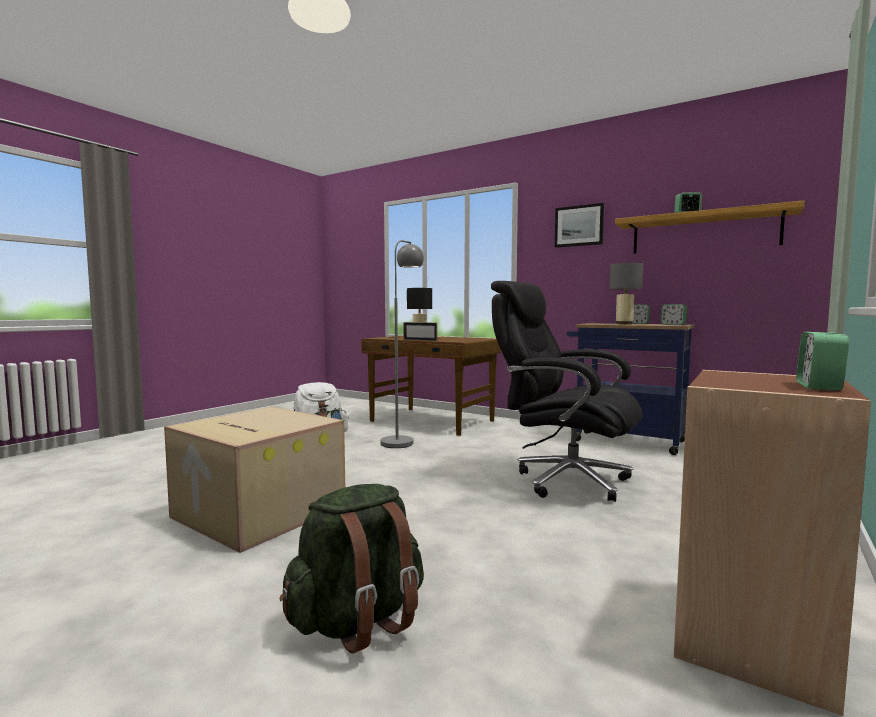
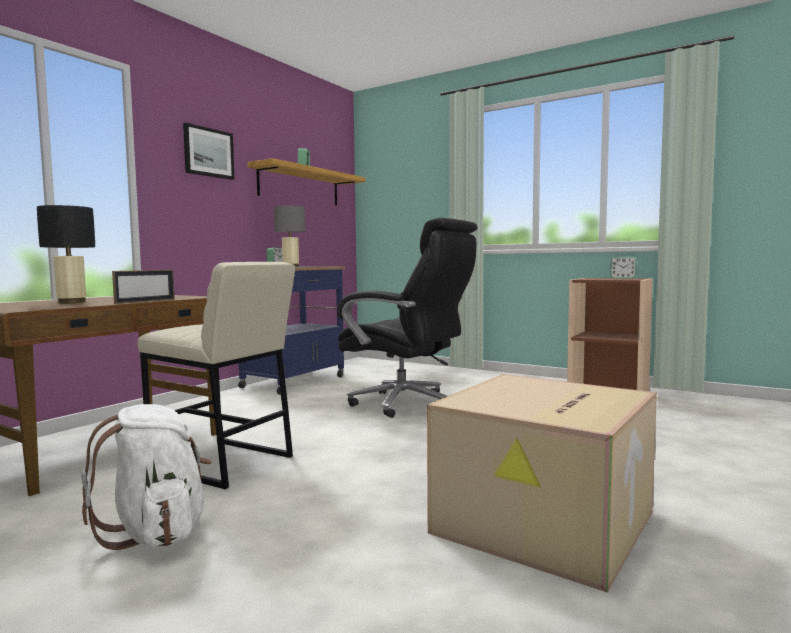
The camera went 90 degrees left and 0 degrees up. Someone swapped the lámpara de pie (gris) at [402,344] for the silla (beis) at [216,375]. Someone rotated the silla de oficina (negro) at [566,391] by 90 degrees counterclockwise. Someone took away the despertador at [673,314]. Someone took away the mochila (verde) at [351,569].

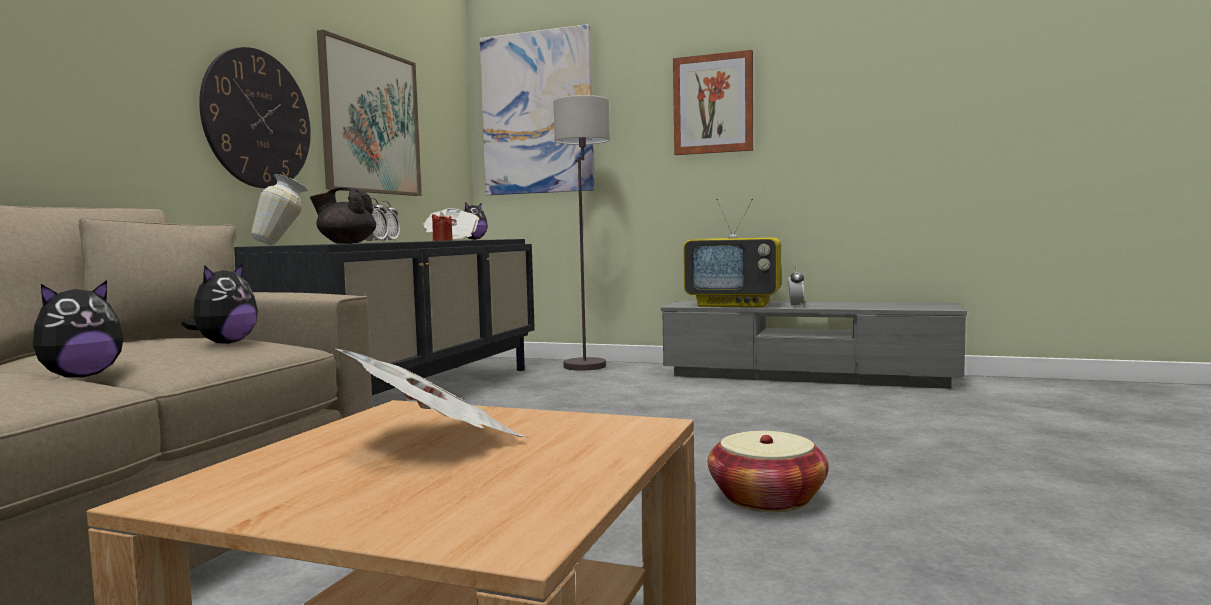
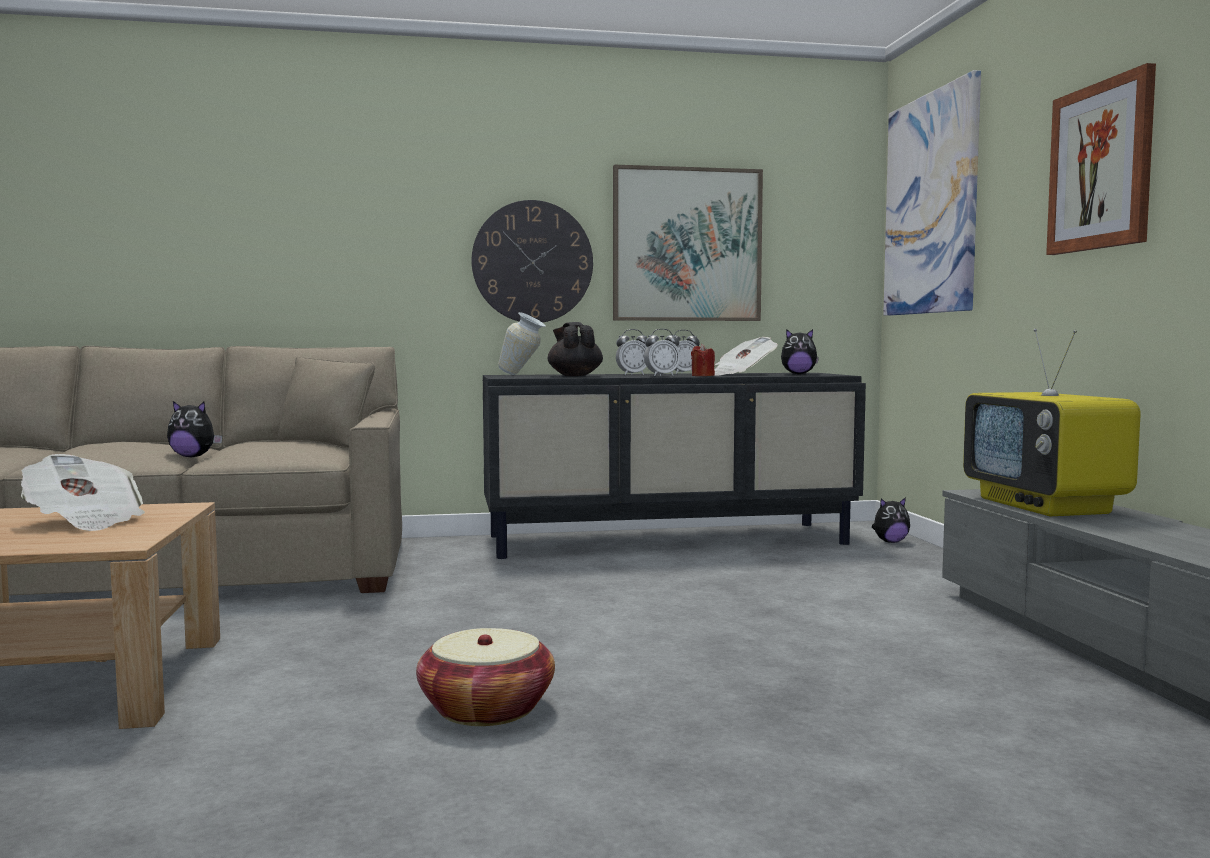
The camera went 60 degrees right and 0 degrees up. Someone took away the lámpara de pie (gris) at [582,233]. Someone carried the peluche from [219,303] to [891,520]. Someone carried the despertador from [796,287] to [662,352].

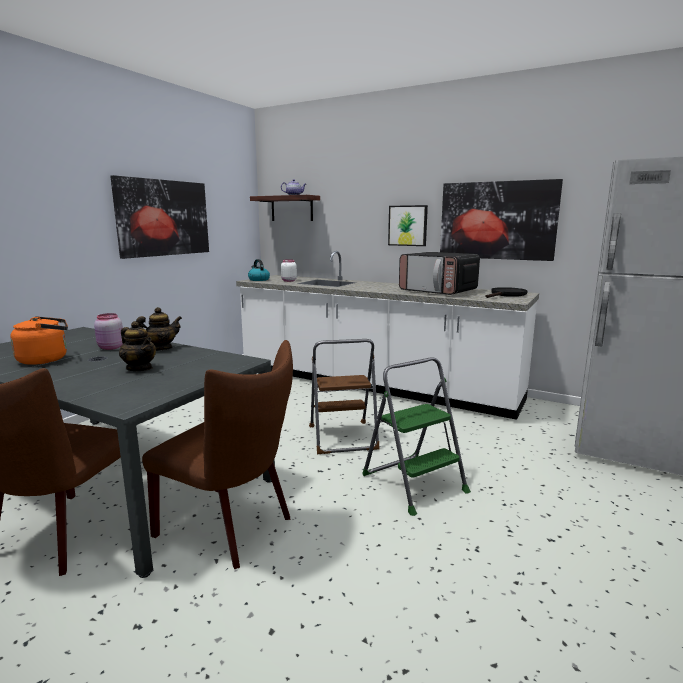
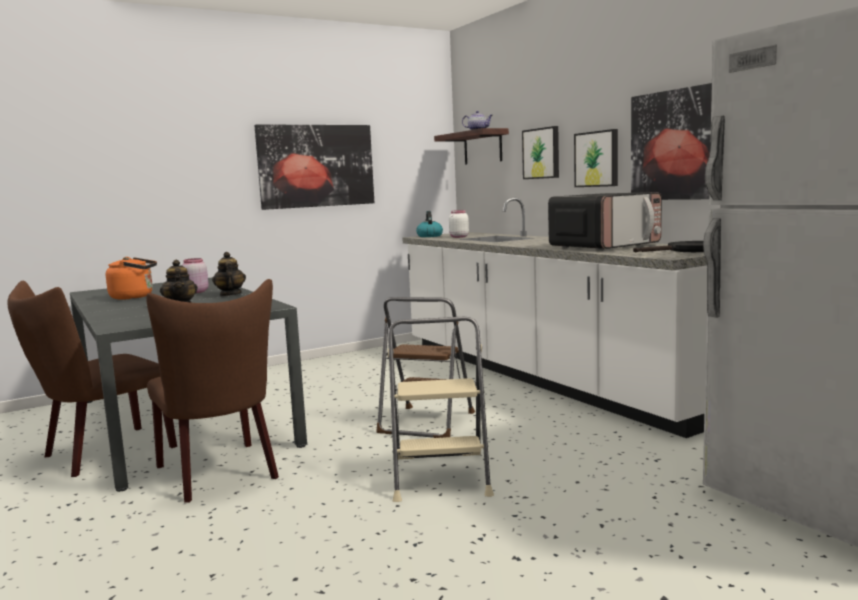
The camera went 30 degrees right and 5 degrees down. Someone rotated the microondas at [439,273] by 105 degrees counterclockwise. Someone rotated the tetera at [159,328] by 105 degrees counterclockwise. Someone repainted the escalera de tijera (verde) at [416,436], which became the escalera de tijera (beis) at [440,409]. Someone put up the cuadro at [540,152].

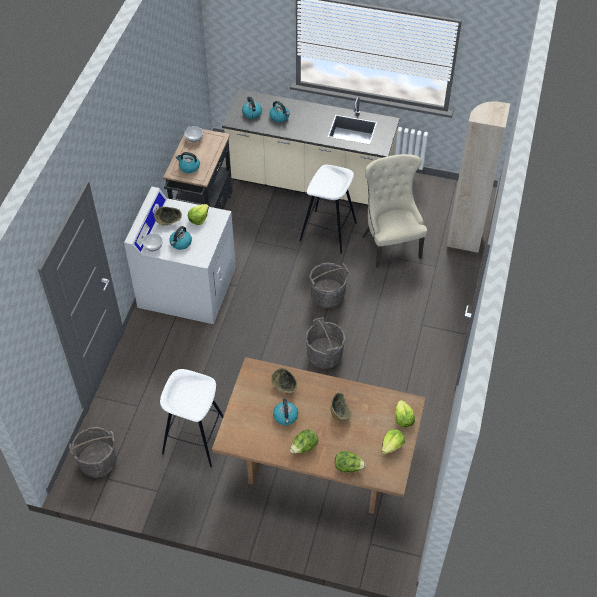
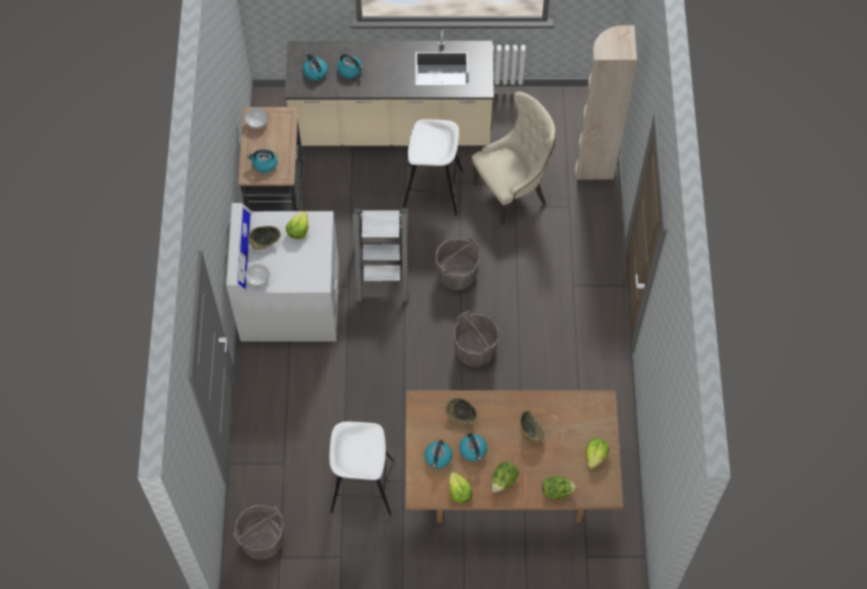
The camera went 15 degrees left and 10 degrees up. Someone rotated the silla (beis) at [394,211] by 90 degrees clockwise. Someone carried the hervidor from [181,238] to [438,454]. Someone carried the lechuga from [405,414] to [461,487]. Someone put down the escalera de tijera (gris) at [381,255].

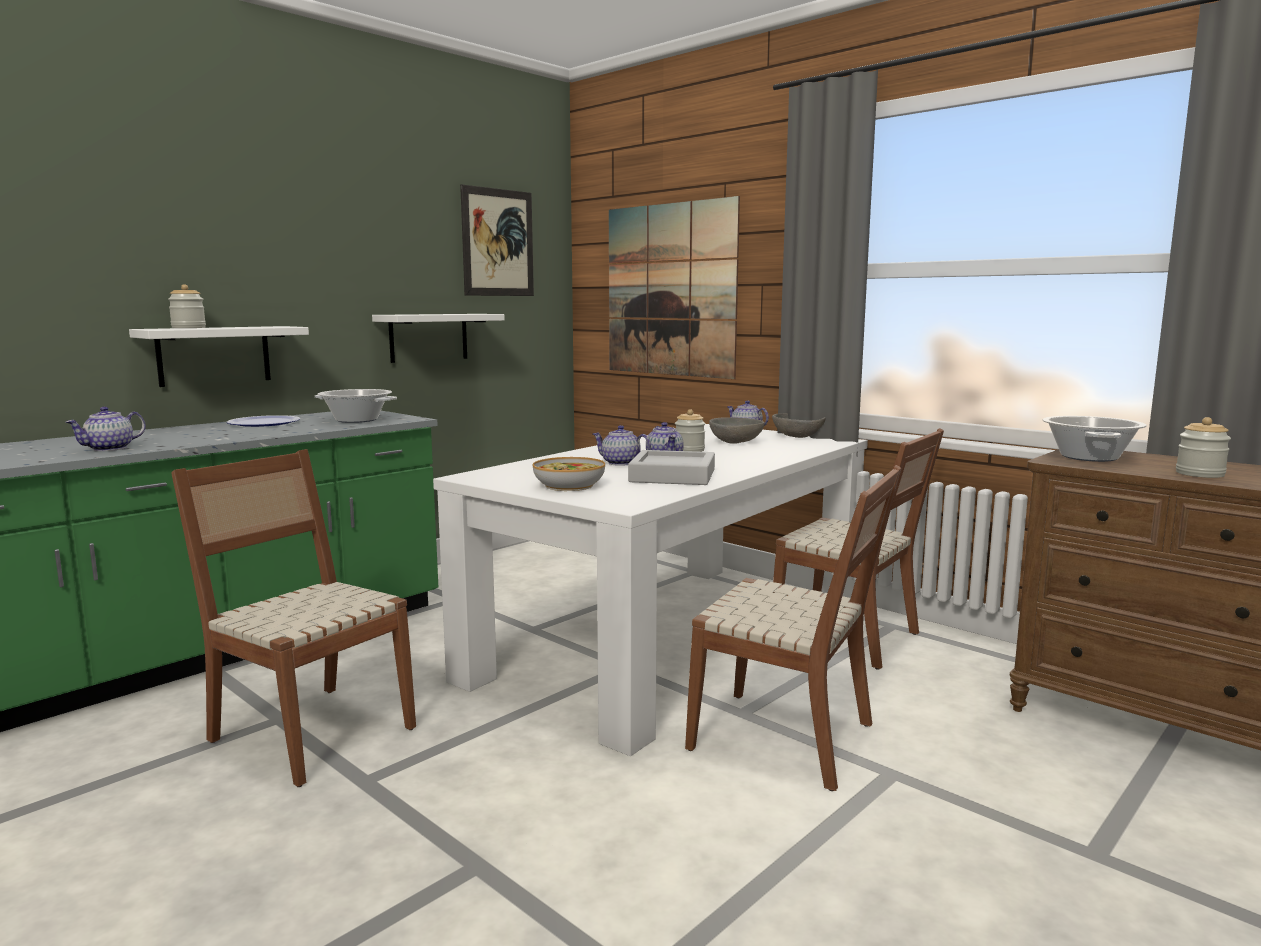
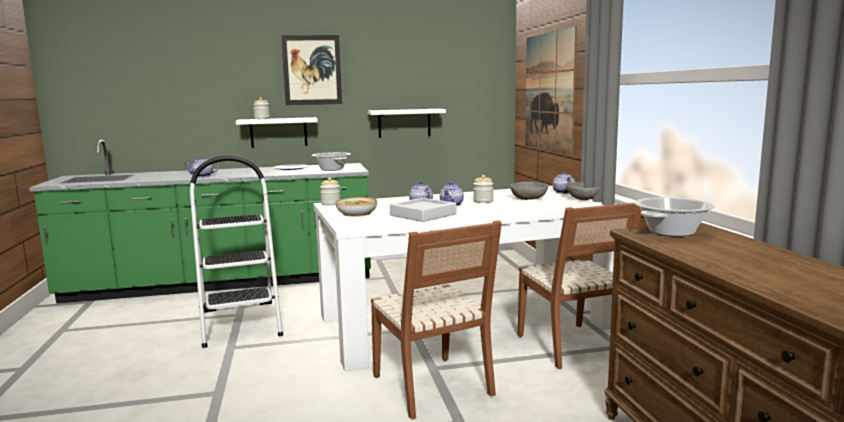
The camera went 35 degrees right and 0 degrees up. Someone carried the cuadro from [497,240] to [311,70]. Someone carried the tarro from [1203,447] to [330,191]. Someone swapped the silla at [293,618] for the escalera de tijera at [236,252].

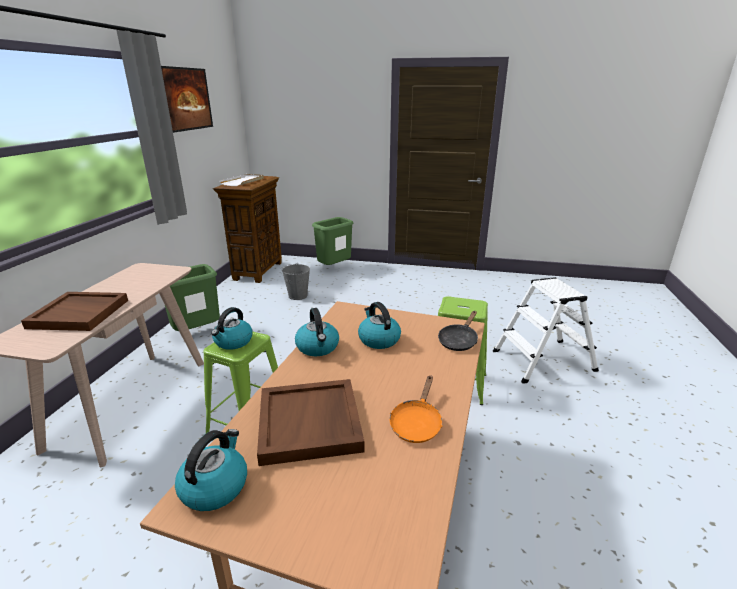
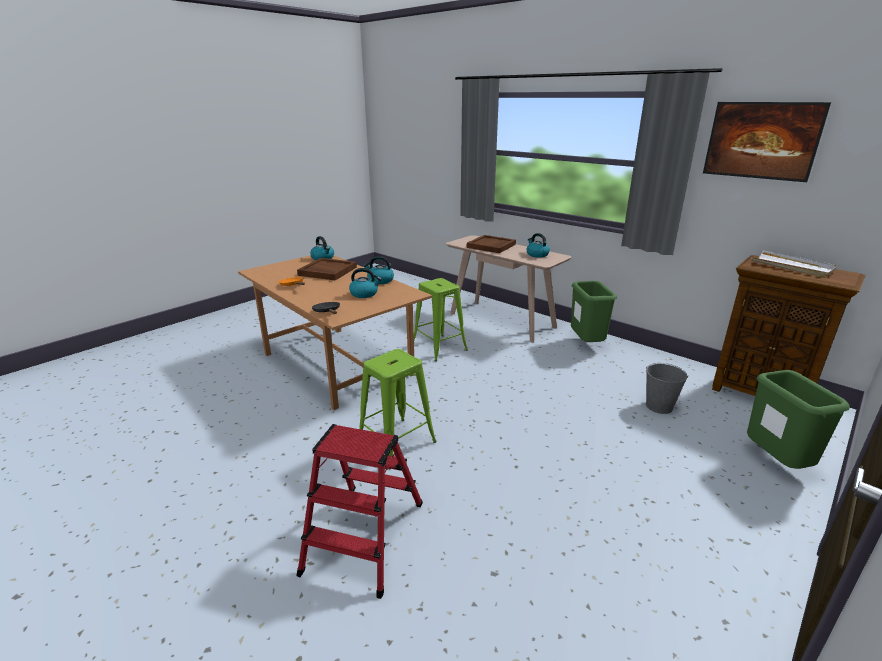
The camera went 120 degrees right and 0 degrees up. Someone repainted the escalera de tijera (blanco) at [546,330], which became the escalera de tijera (rojo) at [360,511]. Someone carried the hervidor from [232,328] to [538,245].

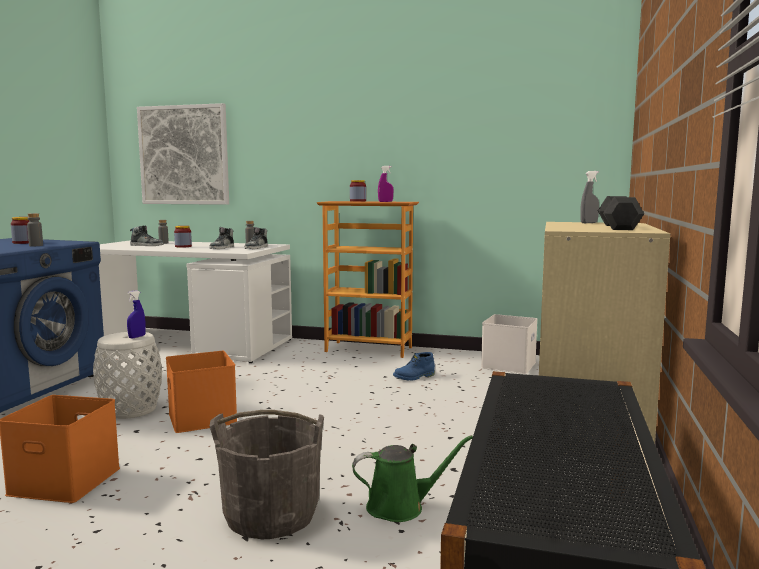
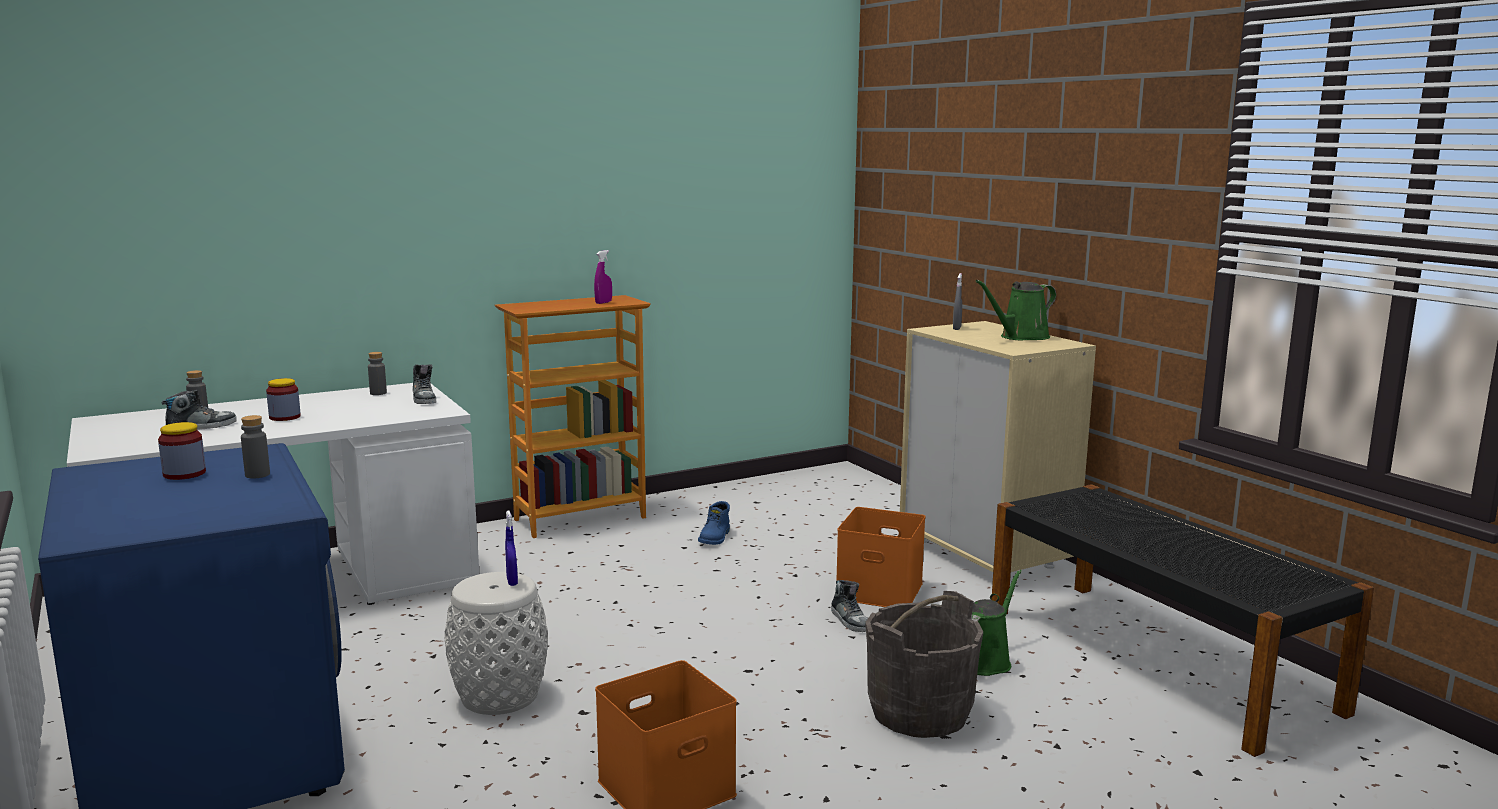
The camera went 45 degrees left and 5 degrees up. Someone took away the cuadro at [183,154]. Someone took away the tarro at [358,191]. Someone swapped the mancuerna (gris) at [621,213] for the regadera (verde) at [1016,310]. Someone carried the zapato from [221,238] to [849,606]. Someone took away the caja de almacenaje (blanco) at [509,344]. Someone carried the caja de almacenaje (naranja) from [201,392] to [881,557].

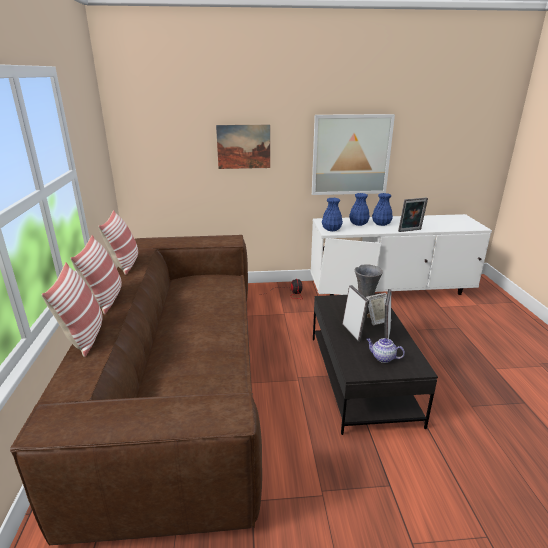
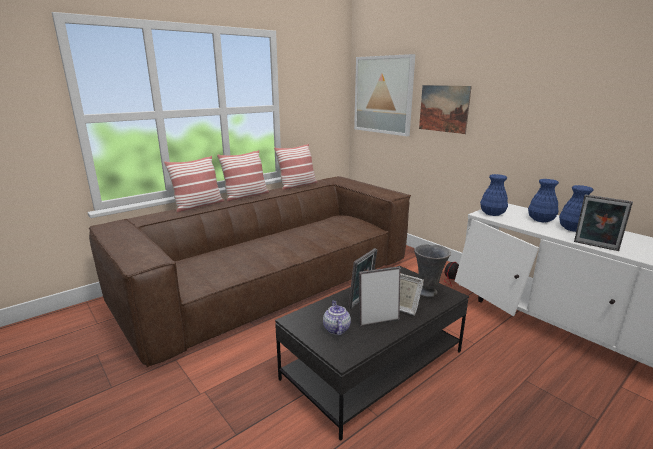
The camera went 55 degrees right and 5 degrees down. Someone carried the cuadro from [353,154] to [384,95].

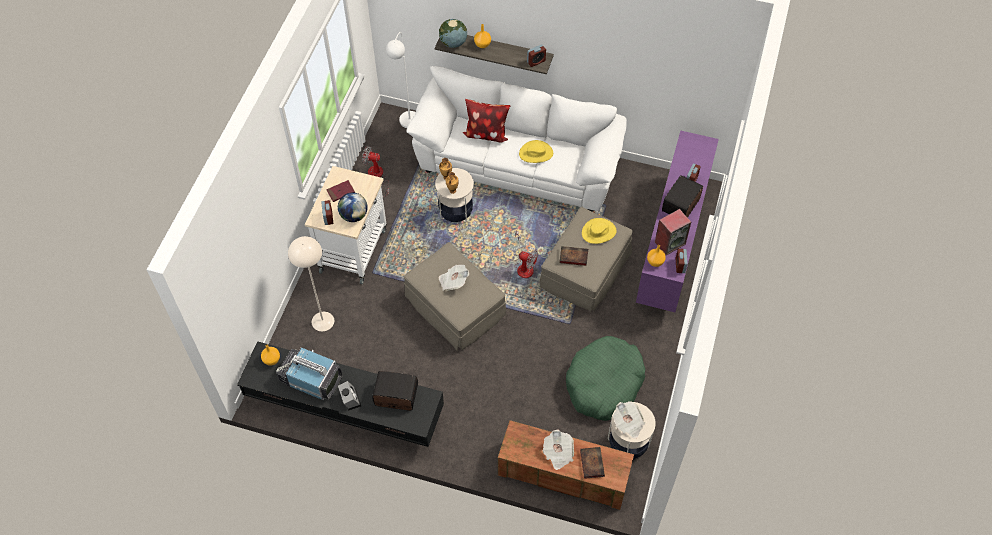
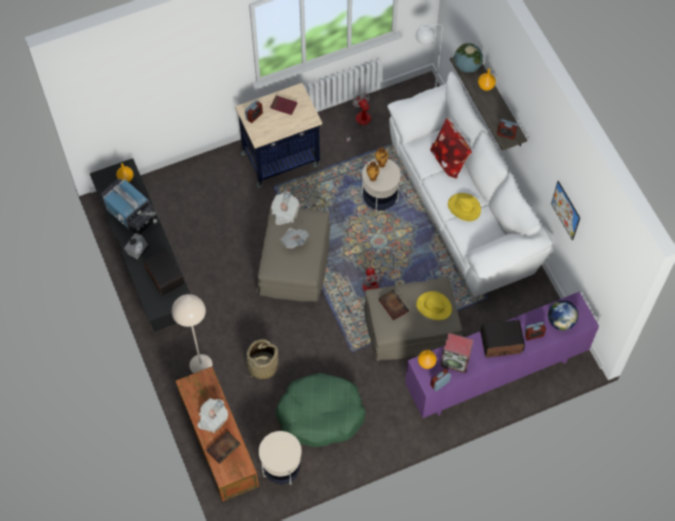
The camera went 50 degrees right and 5 degrees up. Someone repainted the carrito (blanco) at [346,225], which became the carrito (azul) at [278,135]. Someone carried the globo terráqueo from [353,207] to [563,315]. Someone carried the lámpara de pie (beis) from [311,283] to [192,333]. Someone rotated the televisor at [309,373] by 150 degrees clockwise. Someone carried the periódico from [629,420] to [285,208]. Someone put up the cuadro at [565,210]. Someone put down the cesta at [261,359].

